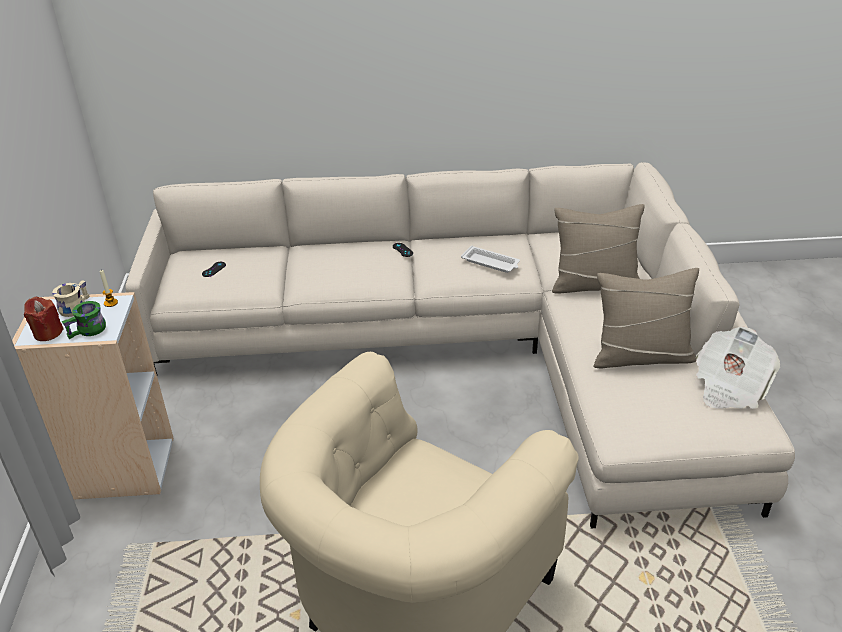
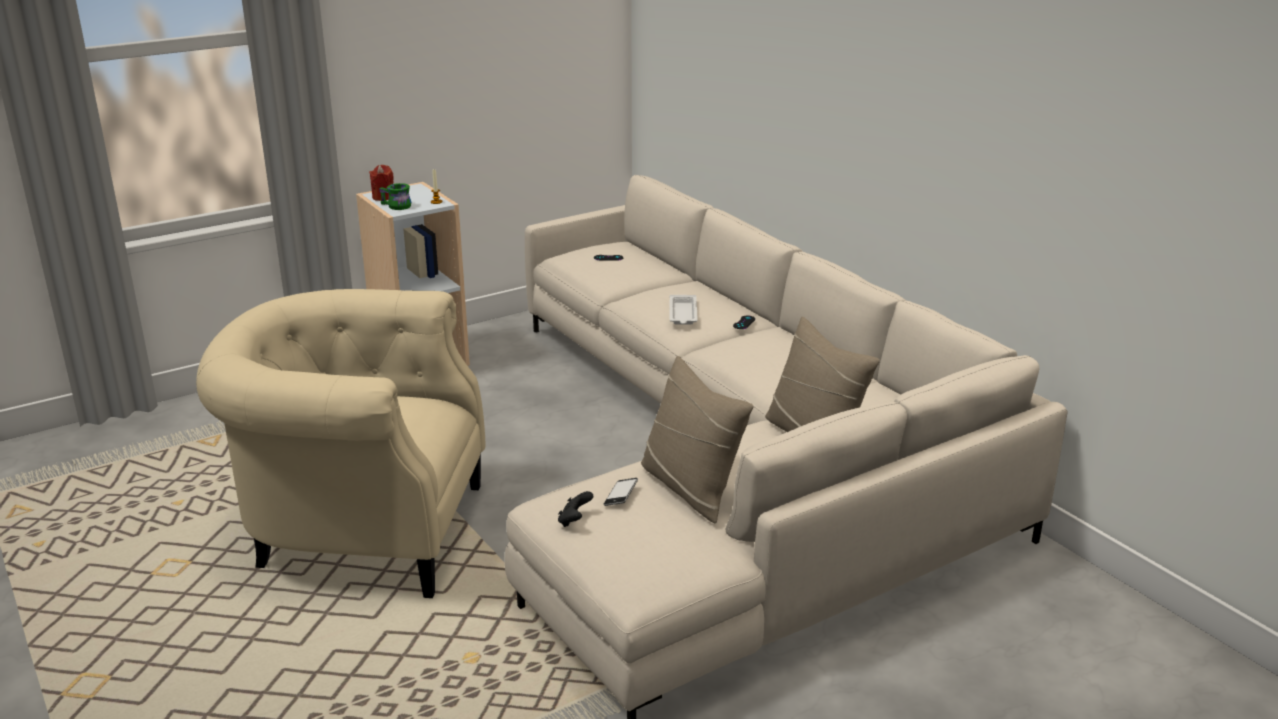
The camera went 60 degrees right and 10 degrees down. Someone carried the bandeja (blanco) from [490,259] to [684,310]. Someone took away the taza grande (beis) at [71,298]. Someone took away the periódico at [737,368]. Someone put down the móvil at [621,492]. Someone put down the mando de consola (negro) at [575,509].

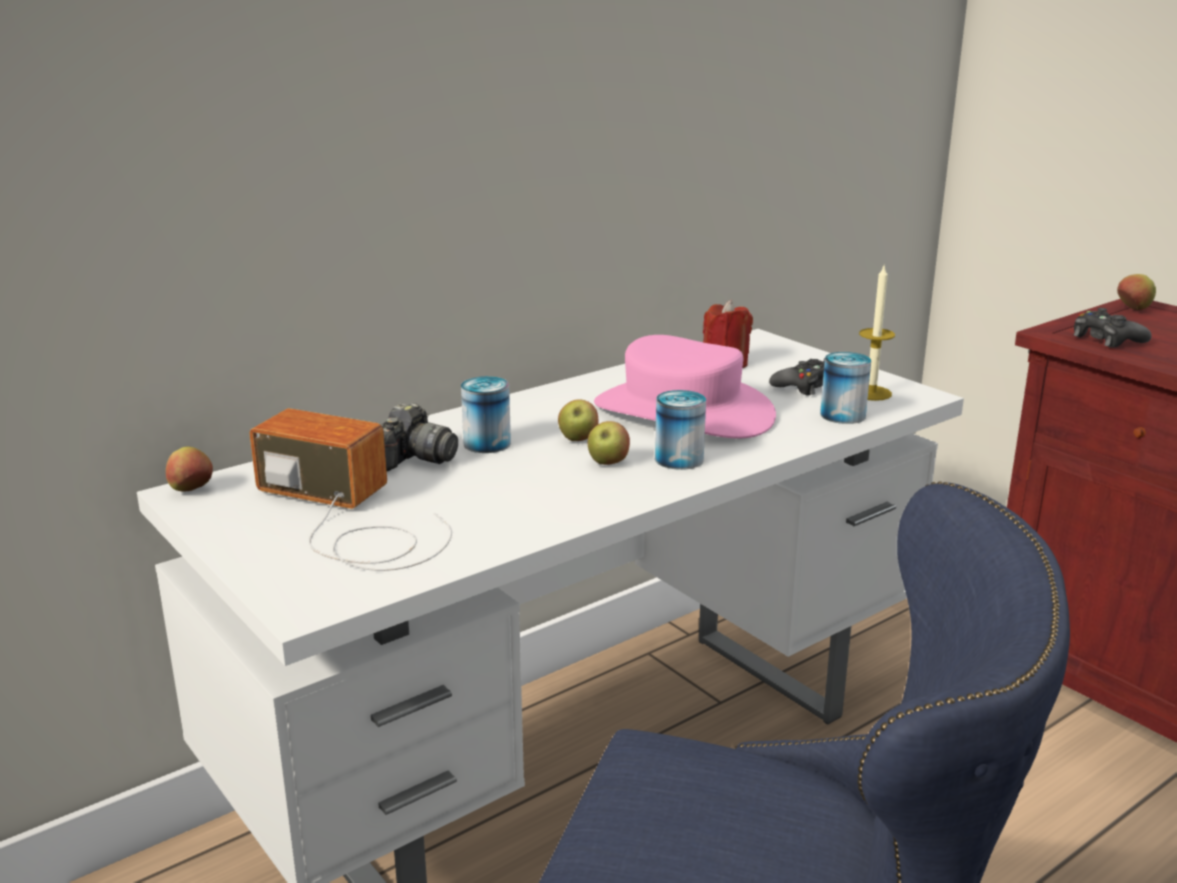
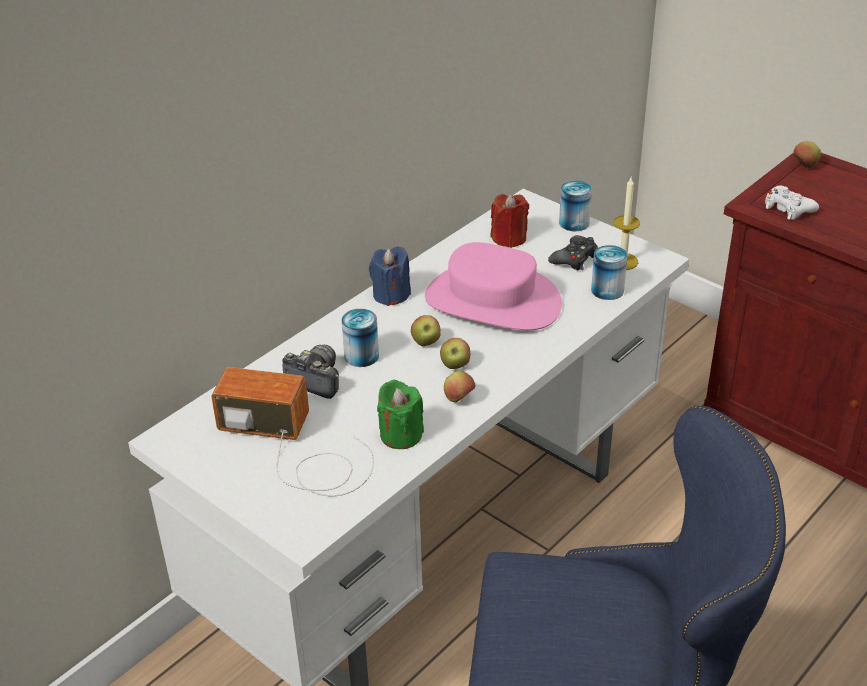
The camera went 10 degrees left and 15 degrees up. Someone repainted the mando de consola (negro) at [1113,328], which became the mando de consola (blanco) at [792,202]. Someone carried the lata from [680,430] to [575,206]. Someone rotated the cámara at [420,437] by 75 degrees counterclockwise. Someone carried the manzana from [189,468] to [459,386]. Someone put down the vela (azul) at [390,276]. Someone put down the vela (verde) at [400,414].

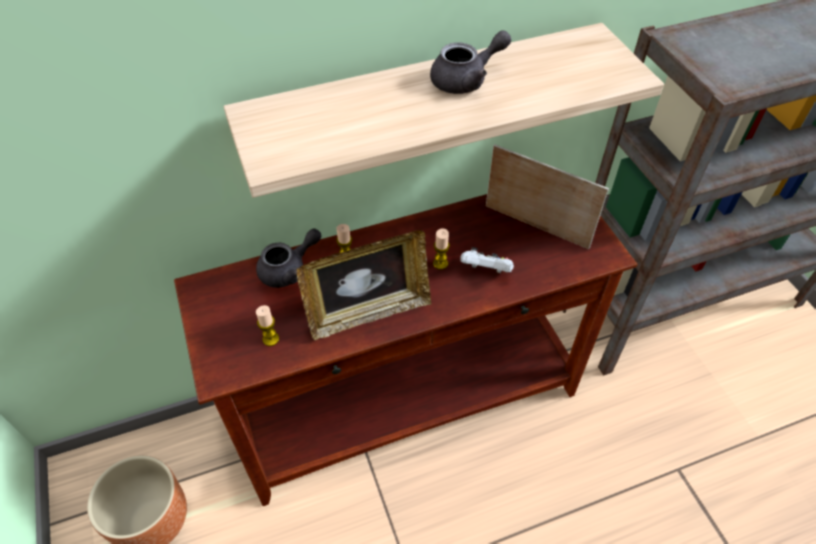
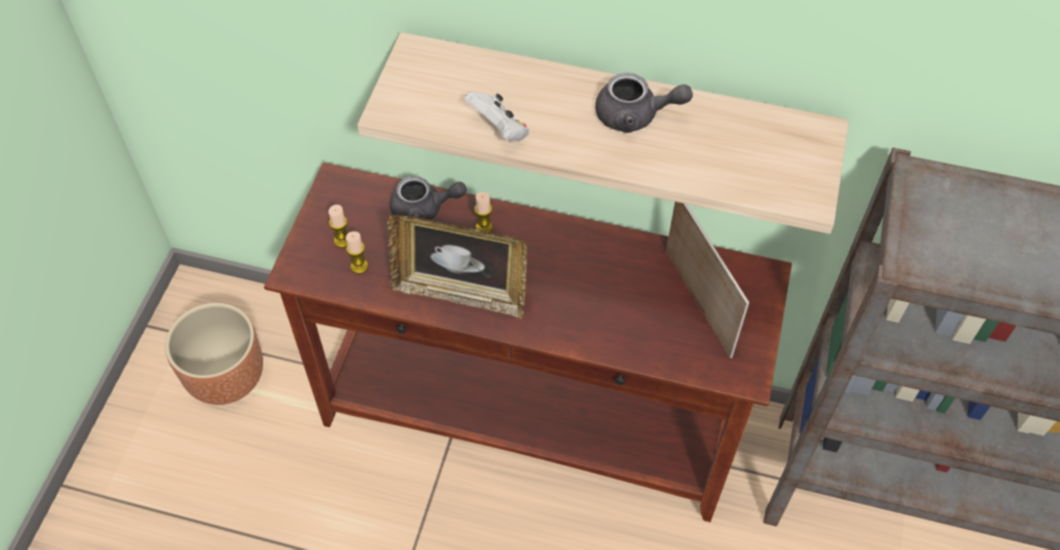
The camera went 35 degrees right and 5 degrees up. Someone carried the vela from [441,249] to [338,226]. Someone carried the mando de consola (blanco) from [487,260] to [496,116].

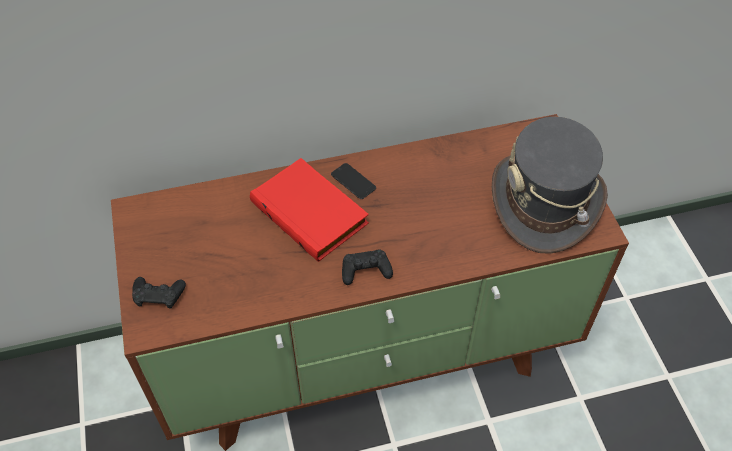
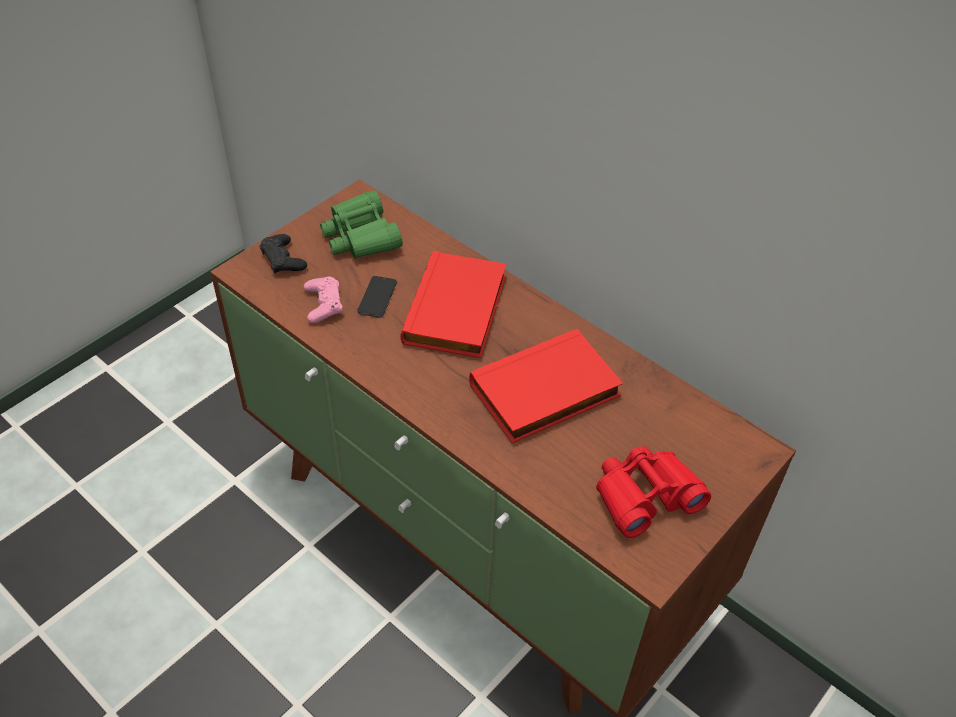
The camera went 55 degrees right and 5 degrees down. Someone swapped the sombrero (gris) at [550,185] for the prismáticos (rojo) at [653,492]. Someone carried the móvil from [353,181] to [377,297]. Someone took away the mando de consola (negro) at [367,267]. Someone put down the prismáticos (verde) at [361,224]. Someone put down the mando de consola (rosa) at [323,299]. Someone put down the libro (rojo) at [546,386].

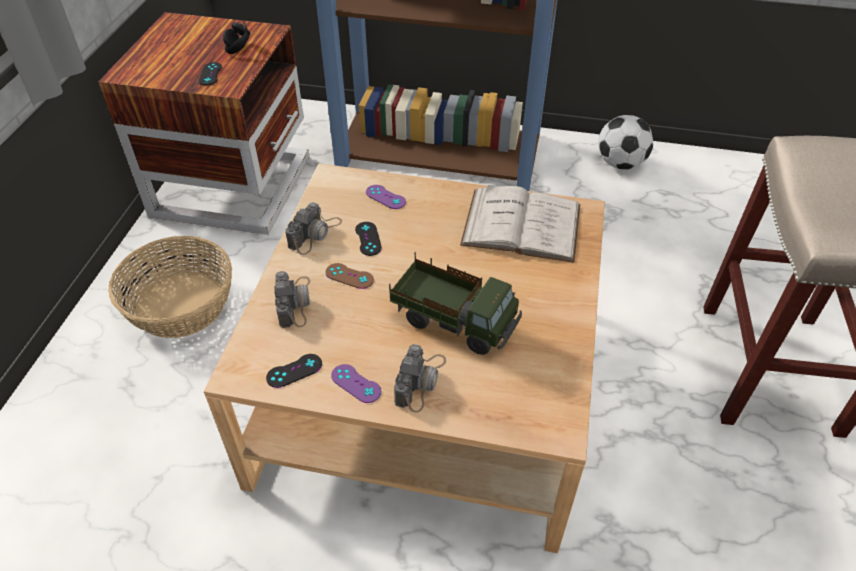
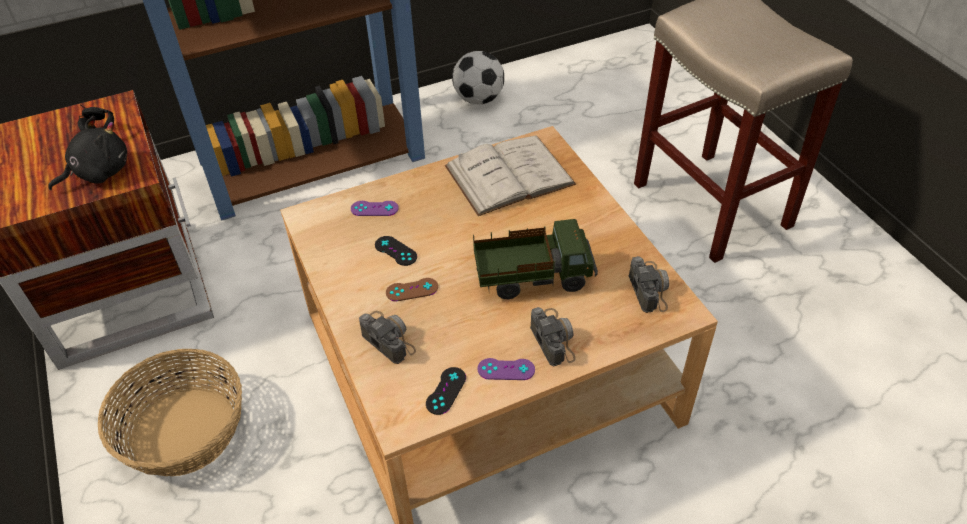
The camera went 35 degrees left and 0 degrees up. Someone swapped the mando de consola (negro) at [210,74] for the peluche (negro) at [87,153]. Someone carried the cámara from [313,228] to [649,284].

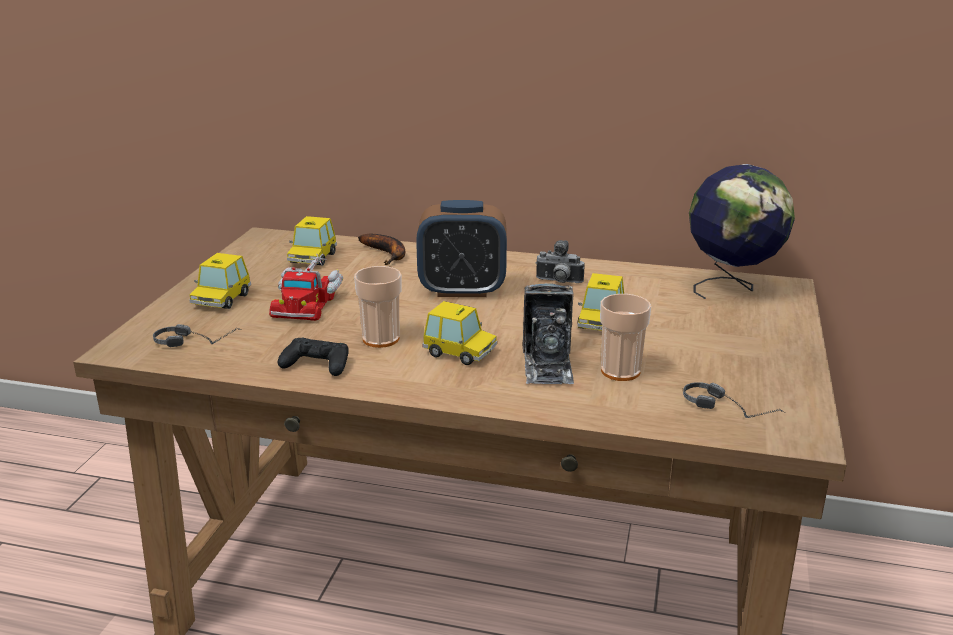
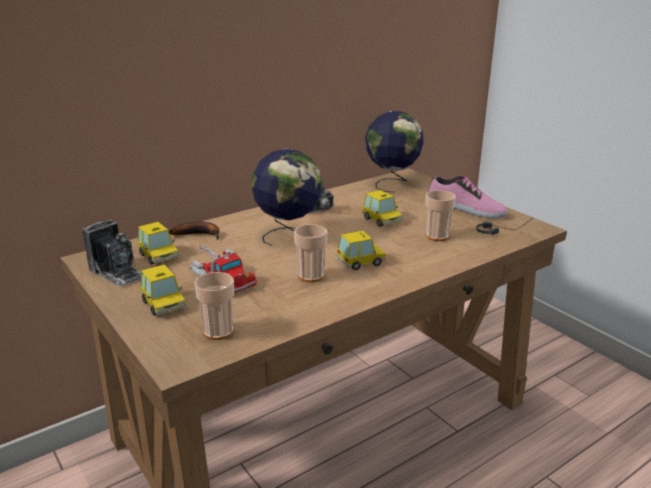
The camera went 50 degrees left and 0 degrees up. Someone swapped the despertador at [461,248] for the globo terráqueo at [287,197]. Someone carried the cámara from [548,333] to [111,253]. Someone swapped the auriculares at [197,335] for the taza at [214,306]. Someone took away the mando de consola (negro) at [313,357]. Someone put down the zapato at [468,197].

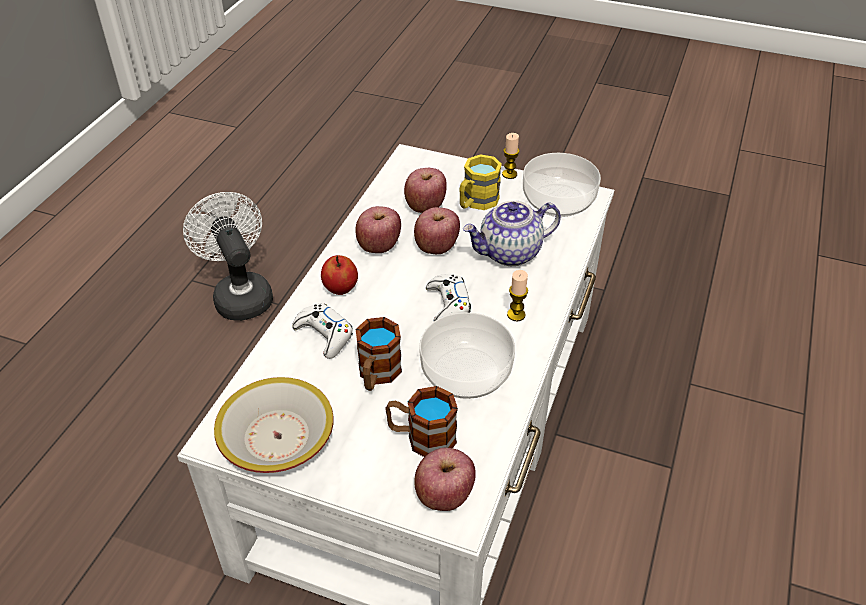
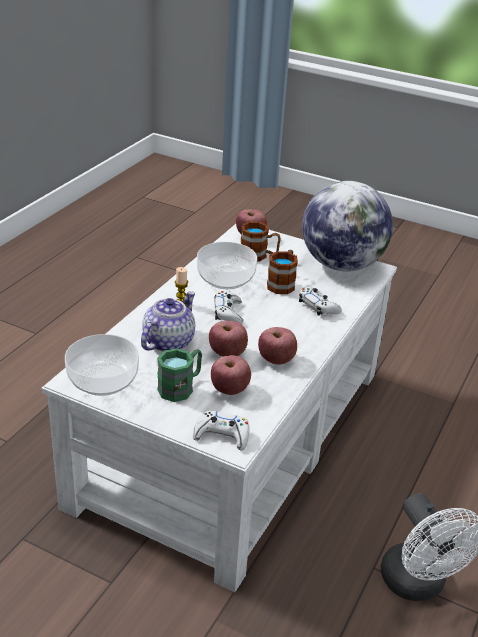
The camera went 175 degrees left and 10 degrees down. Someone took away the vela at [510,156]. Someone repainted the taza grande (amarillo) at [480,182], which became the taza grande (verde) at [179,375]. Someone rotated the tetera at [512,233] by 45 degrees counterclockwise. Someone took away the manzana at [339,275]. Someone swapped the cuenco at [274,425] for the globo terráqueo at [347,226]. Someone put down the mando de consola (blanco) at [221,430].

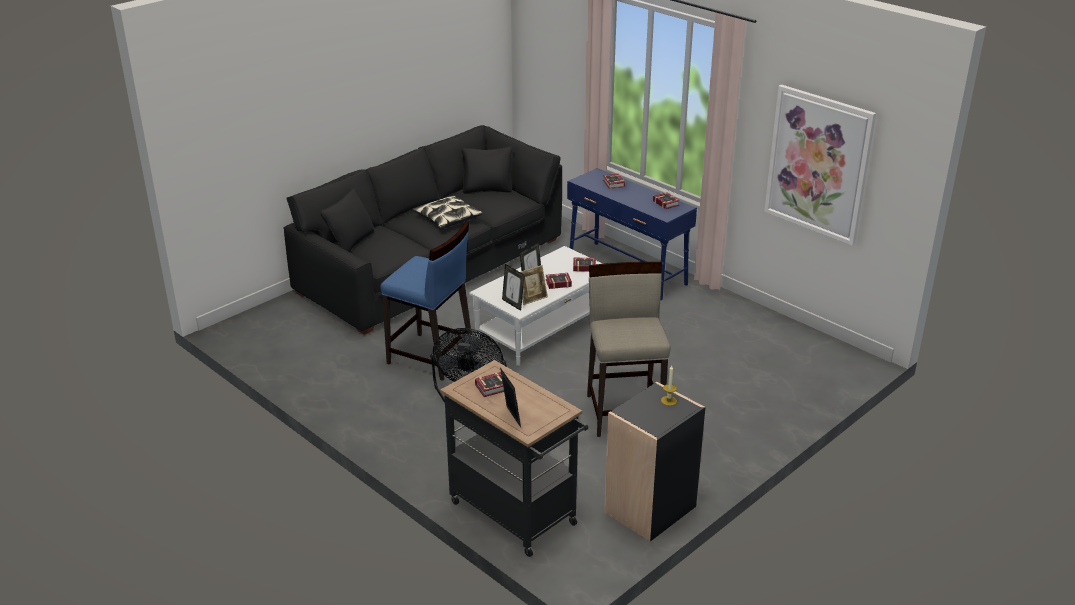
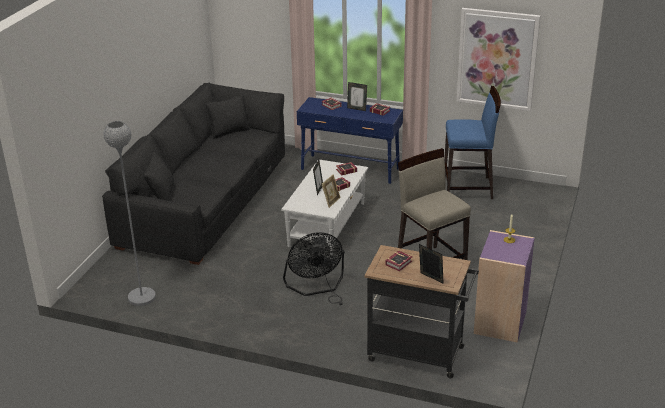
The camera went 25 degrees left and 0 degrees up. Someone took away the cojín at [447,212]. Someone carried the taburete (azul) from [426,301] to [472,142]. Someone carried the portarretratos from [513,287] to [357,96]. Someone repainted the estantería (negro) at [654,462], which became the estantería (morado) at [504,286]. Someone put down the lámpara de pie (gris) at [130,213].

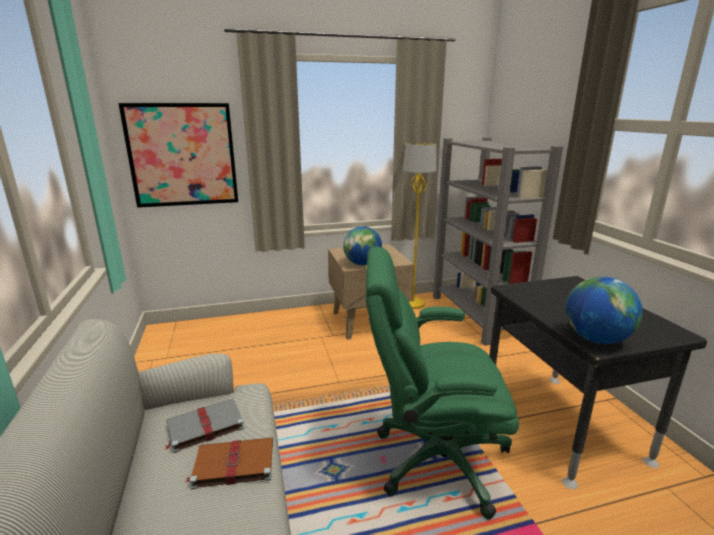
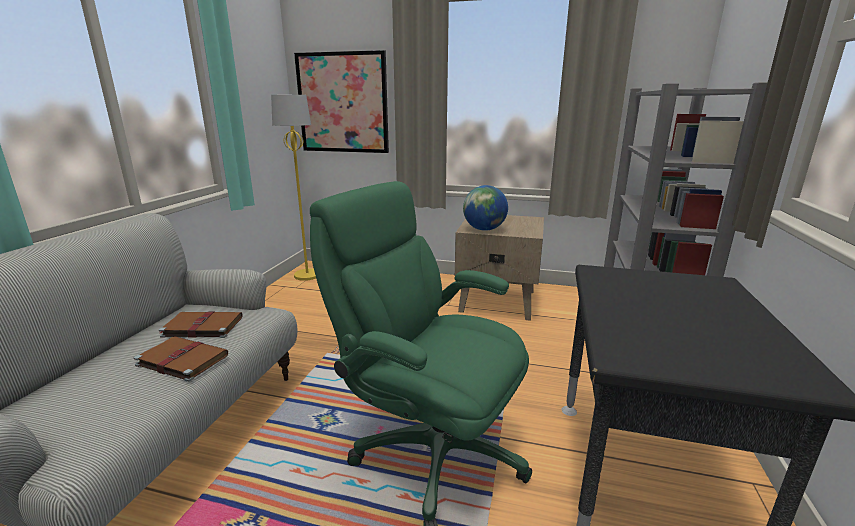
The camera went 30 degrees right and 0 degrees up. Someone carried the lámpara de pie (amarillo) from [420,226] to [293,188]. Someone took away the globo terráqueo at [604,310]. Someone repainted the libro (gris) at [204,426], which became the libro (marrón) at [201,324].

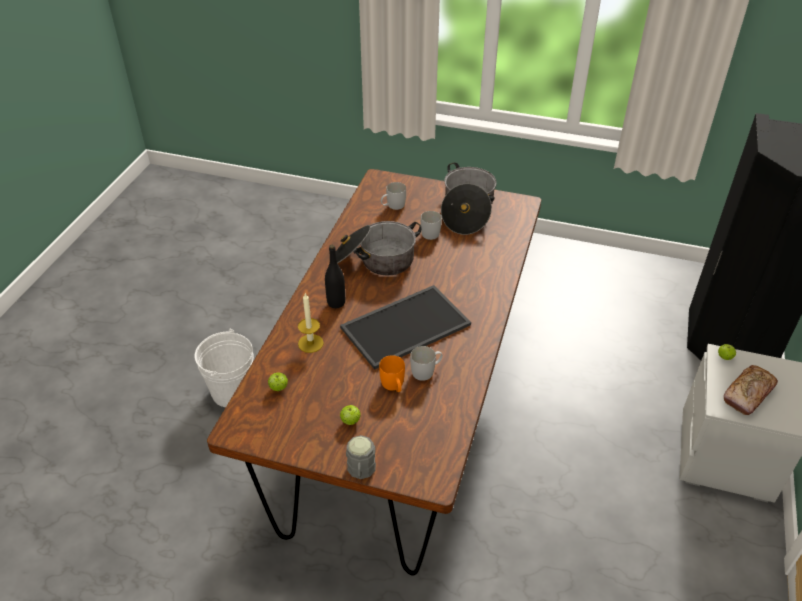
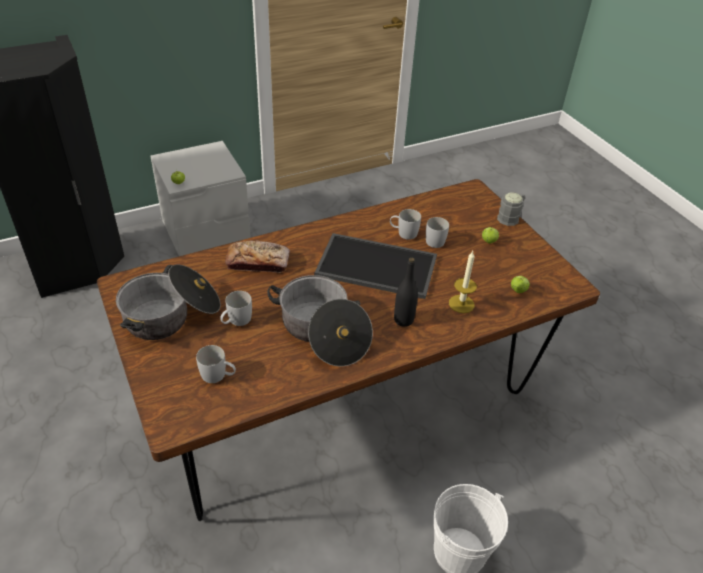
The camera went 135 degrees left and 0 degrees up. Someone repainted the taza grande (naranja) at [392,373], which became the taza grande (blanco) at [437,232]. Someone carried the pan from [751,390] to [257,257].

